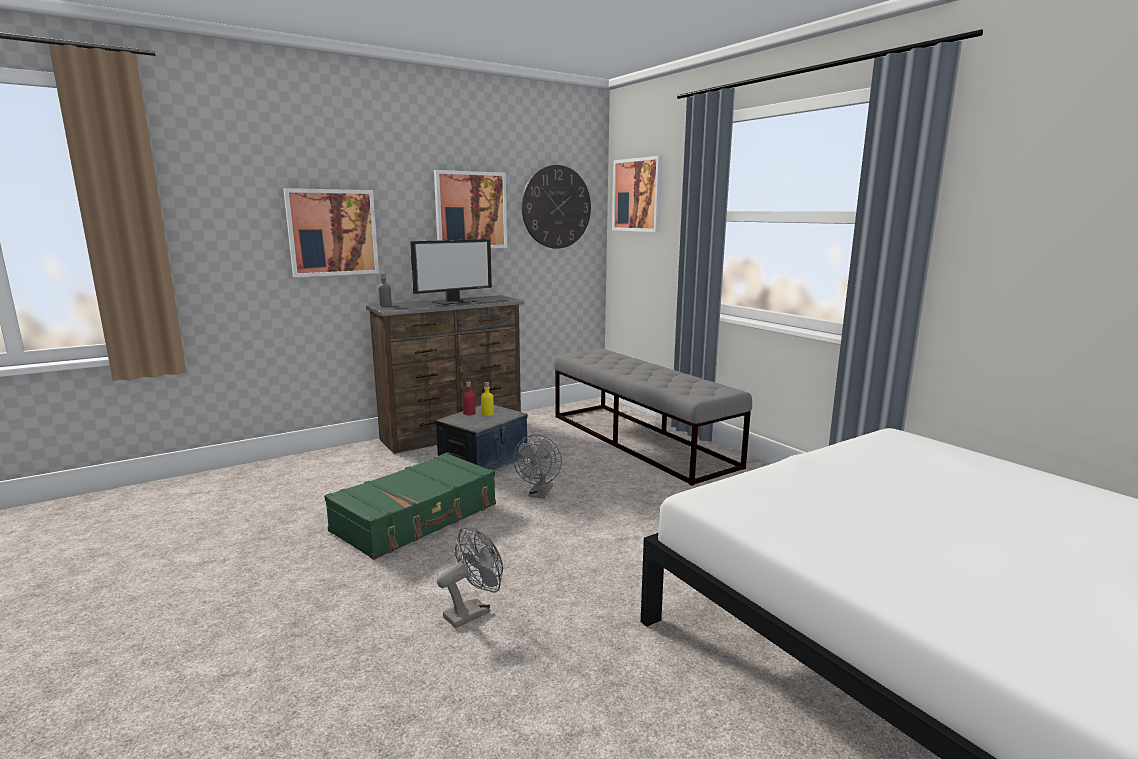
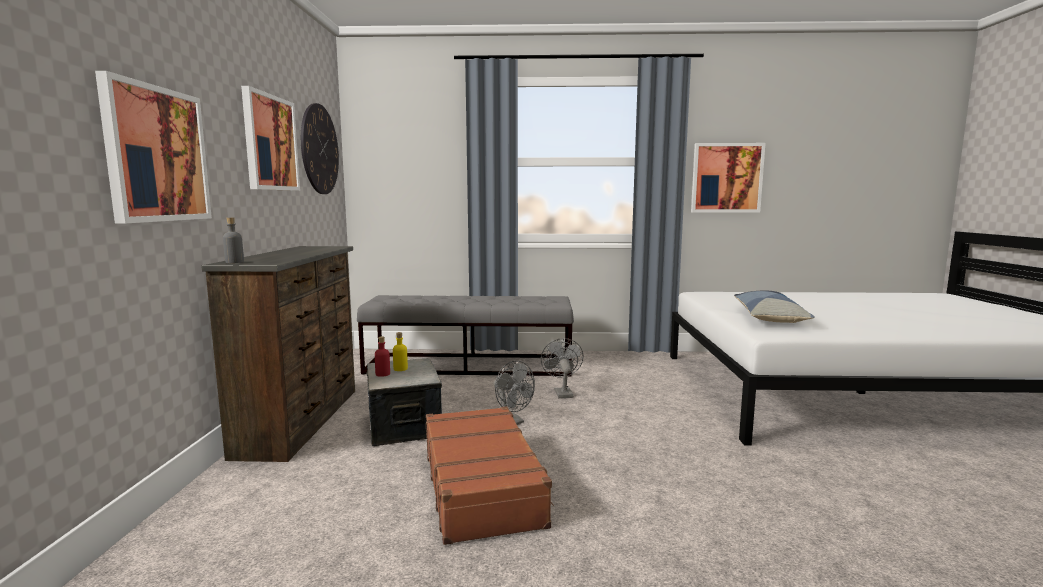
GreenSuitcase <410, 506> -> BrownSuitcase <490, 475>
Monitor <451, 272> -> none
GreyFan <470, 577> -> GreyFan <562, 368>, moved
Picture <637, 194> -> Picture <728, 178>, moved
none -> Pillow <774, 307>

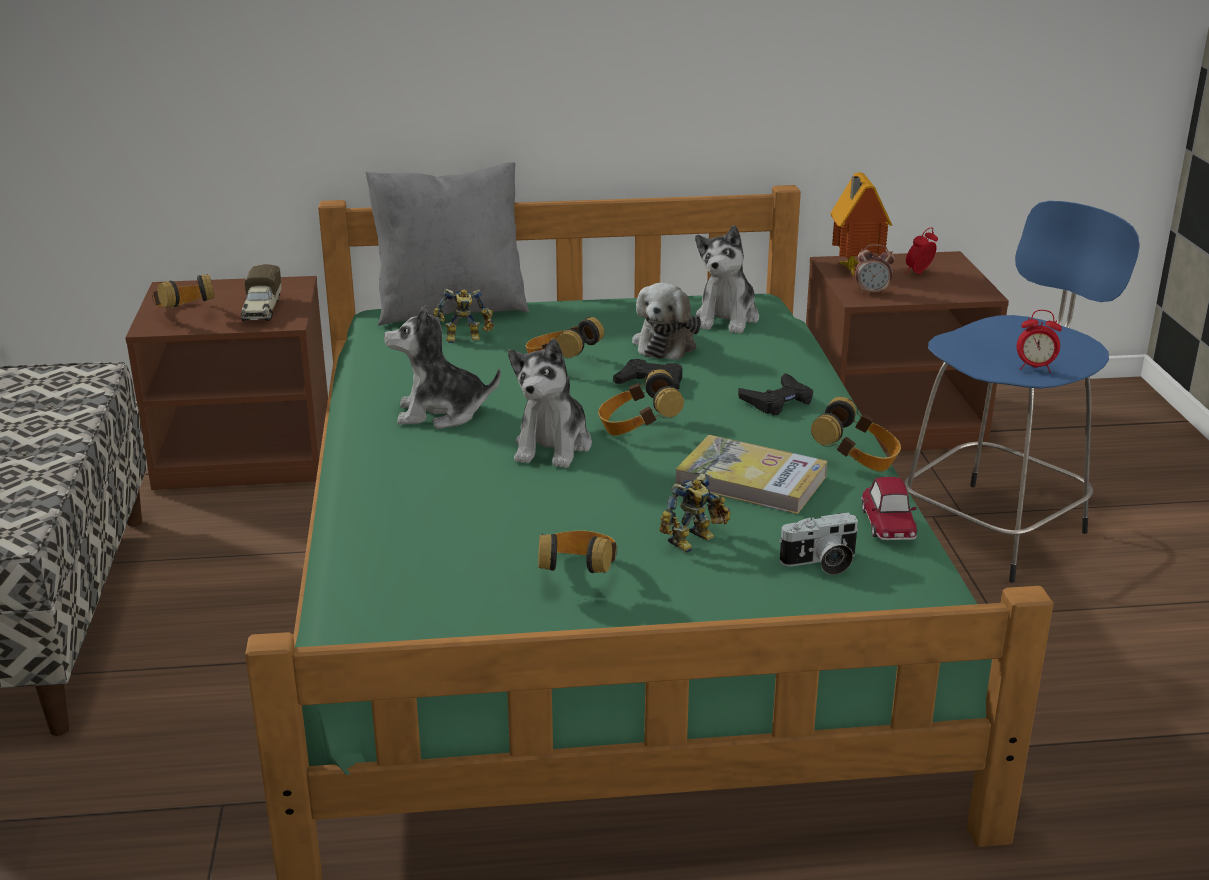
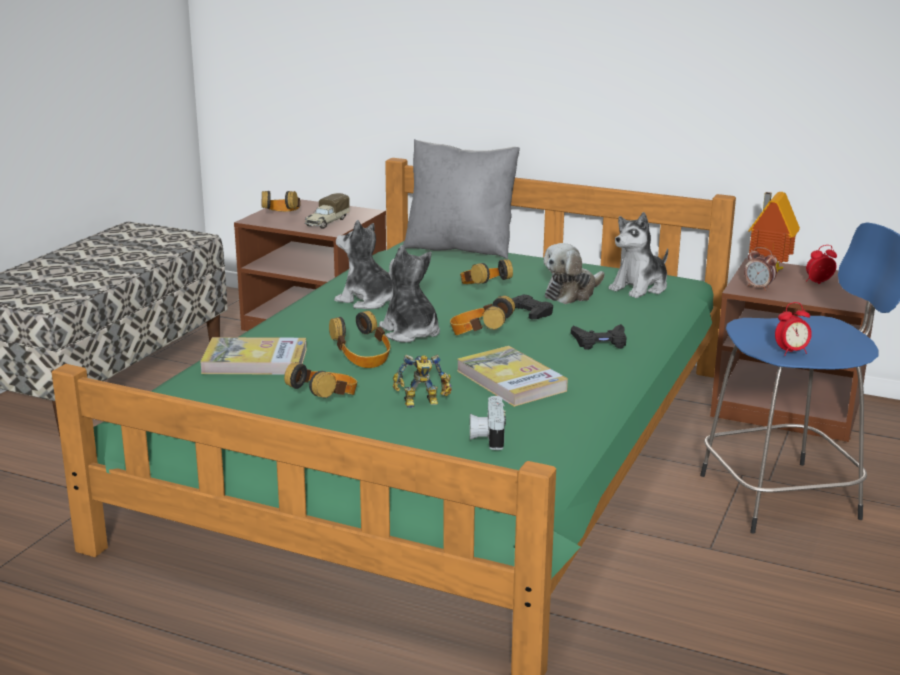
ToyRobot <463, 316> -> none
PlushToy <550, 403> -> PlushToy <409, 294>, 105 degrees clockwise
PhotoCamera <819, 543> -> PhotoCamera <488, 423>, 75 degrees clockwise
Headphones <856, 434> -> Headphones <360, 339>, moved
ToyCar <889, 508> -> none
AlarmClock <1039, 341> -> AlarmClock <793, 329>, 60 degrees counterclockwise
none -> Book <253, 356>

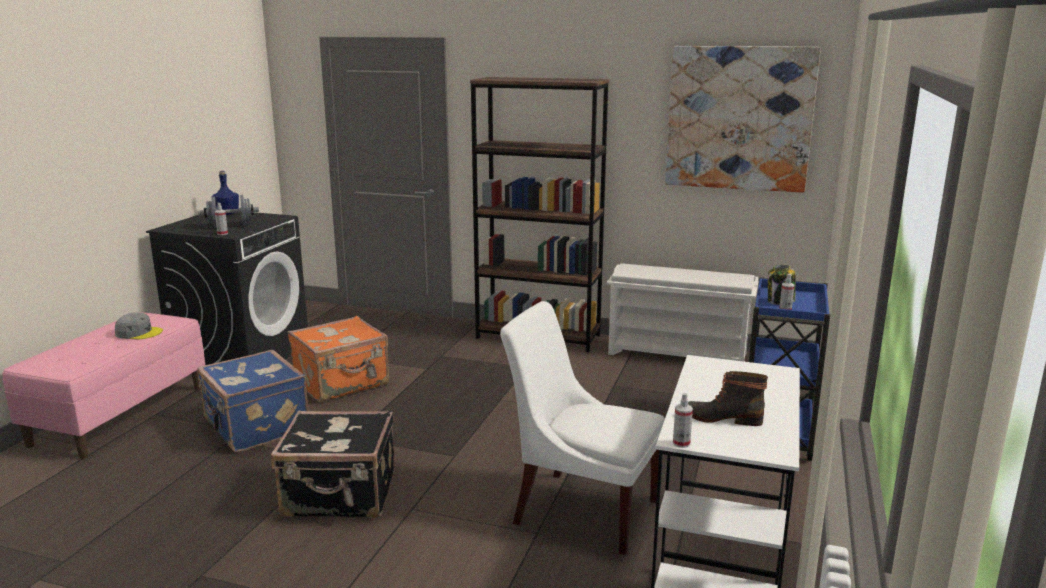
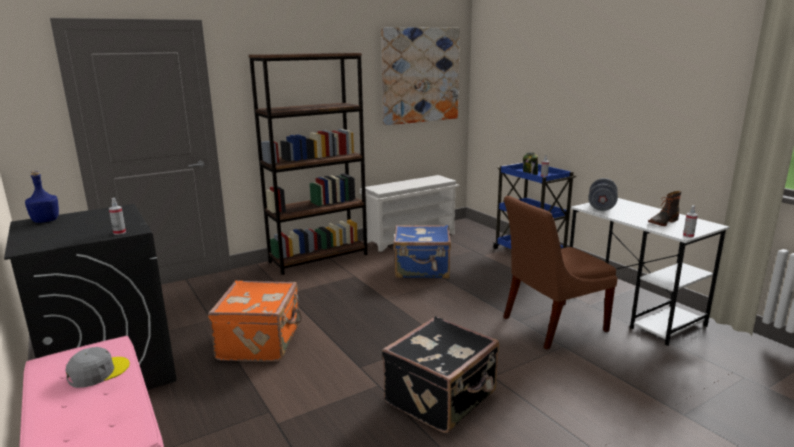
BlueSuitcase <253, 401> -> BlueSuitcase <422, 251>, moved
GreyDumbbell <228, 211> -> GreyDumbbell <603, 194>, moved
WhiteChair <582, 428> -> BrownChair <560, 273>

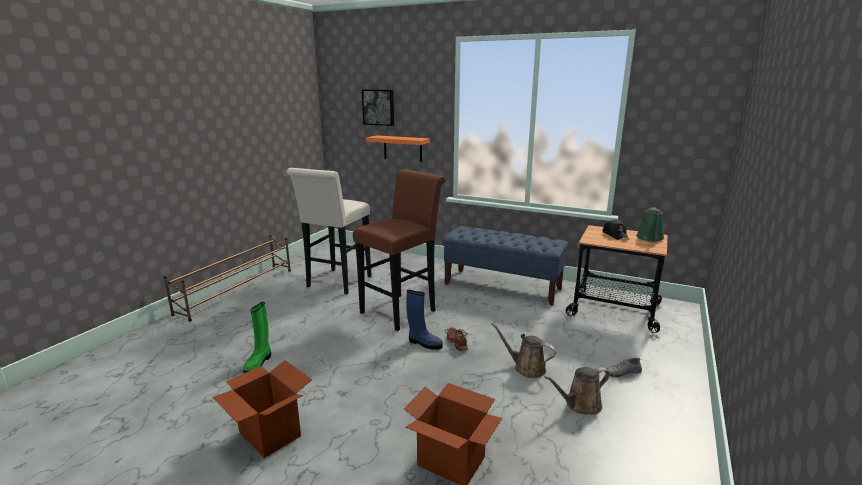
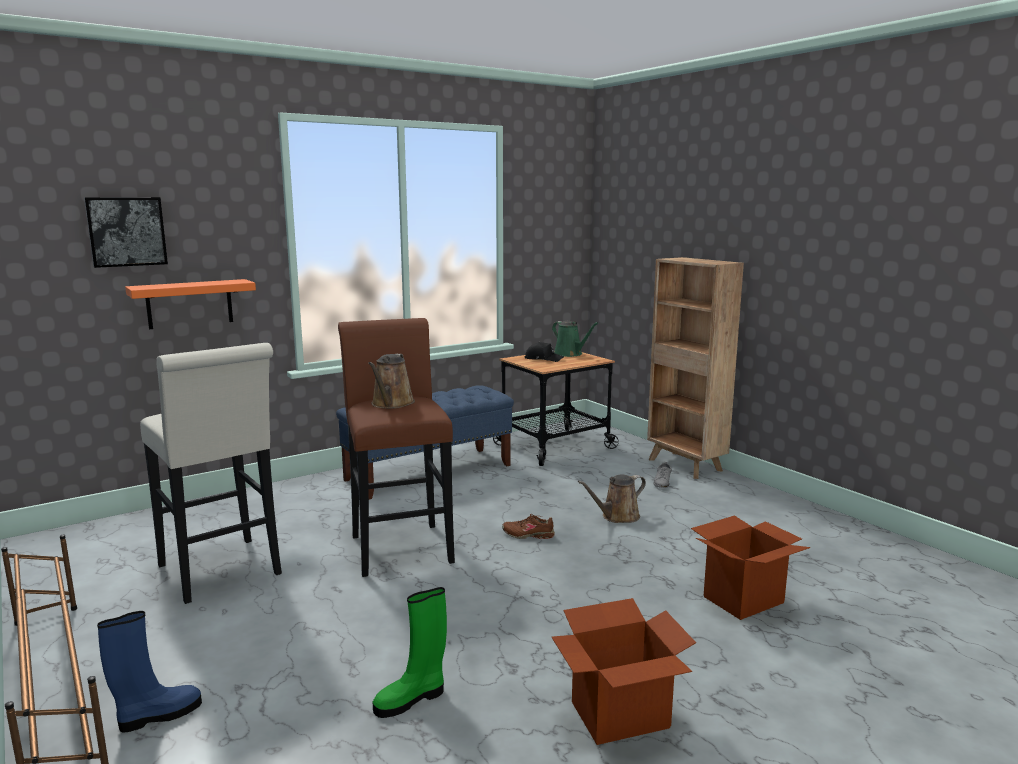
GreenBoot <257, 337> -> GreenBoot <410, 652>, 105 degrees clockwise
BlueBoot <424, 320> -> BlueBoot <149, 672>, moved
BrownWateringCan <577, 391> -> BrownWateringCan <391, 381>, moved
none -> BrownBookcase <695, 368>

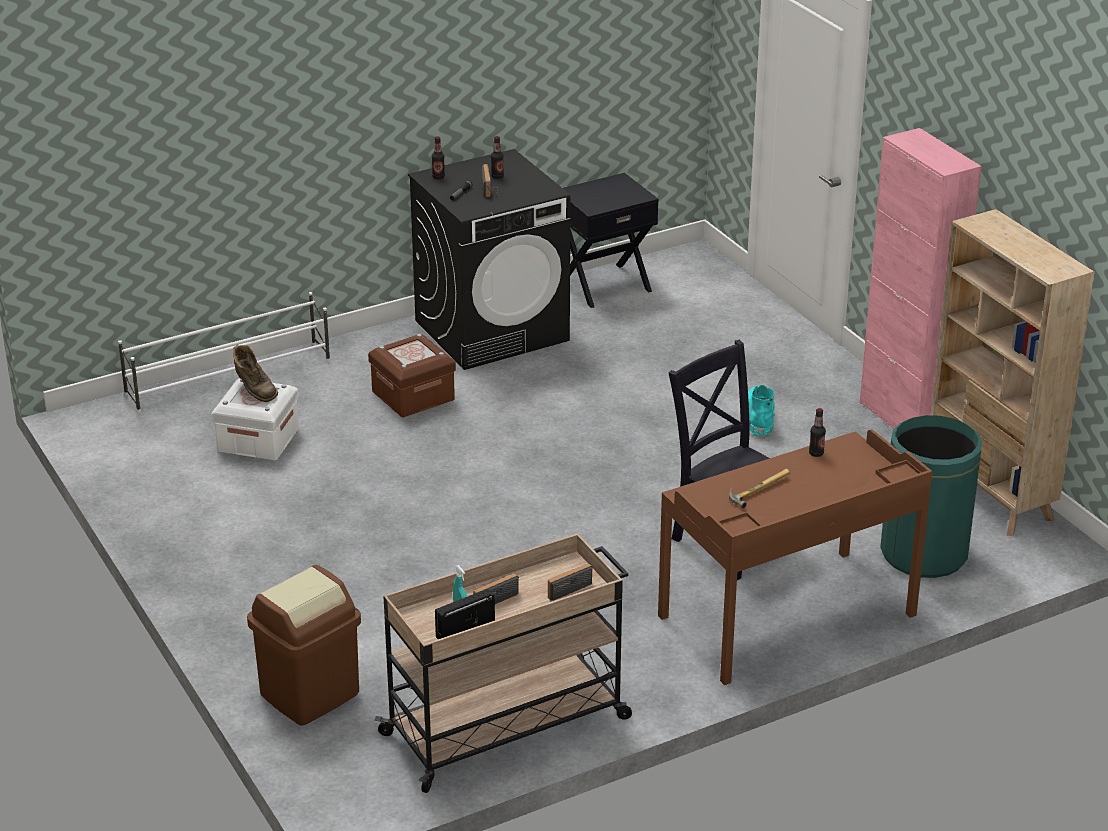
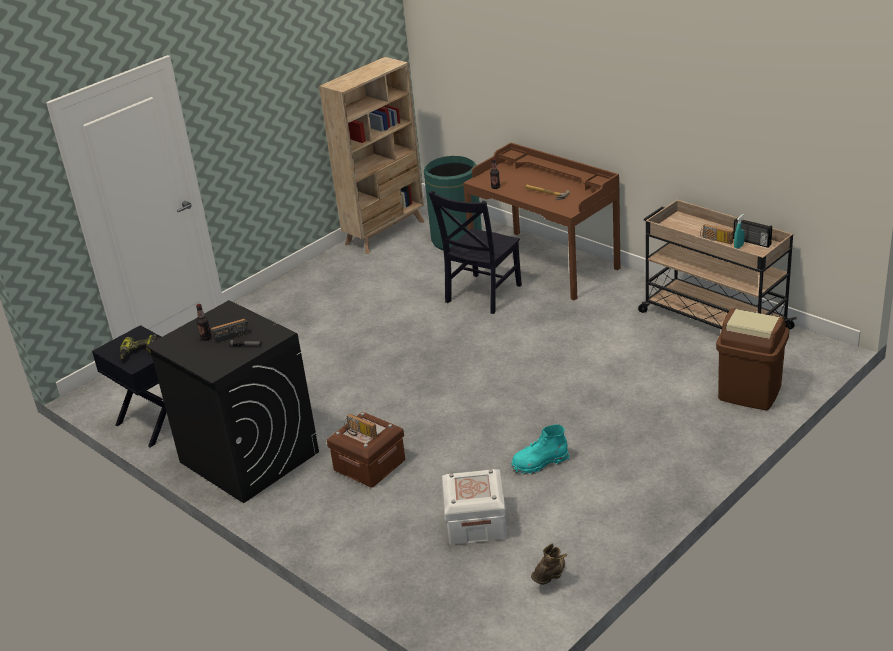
WhiteShoeRack <224, 352> -> none
BrownBoot <255, 373> -> BrownBoot <549, 564>, moved
Bottle <438, 157> -> none
Radio <570, 582> -> Radio <361, 426>, moved
TurquoiseBoot <761, 411> -> TurquoiseBoot <540, 449>, moved
PinkCabinet <921, 278> -> none
none -> PowerDrill <139, 346>

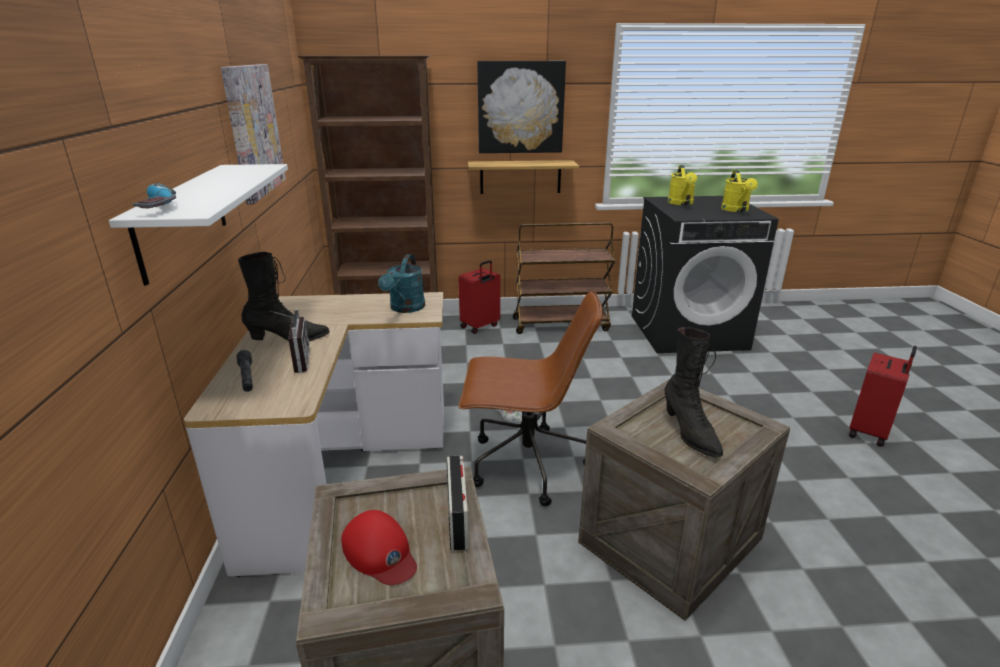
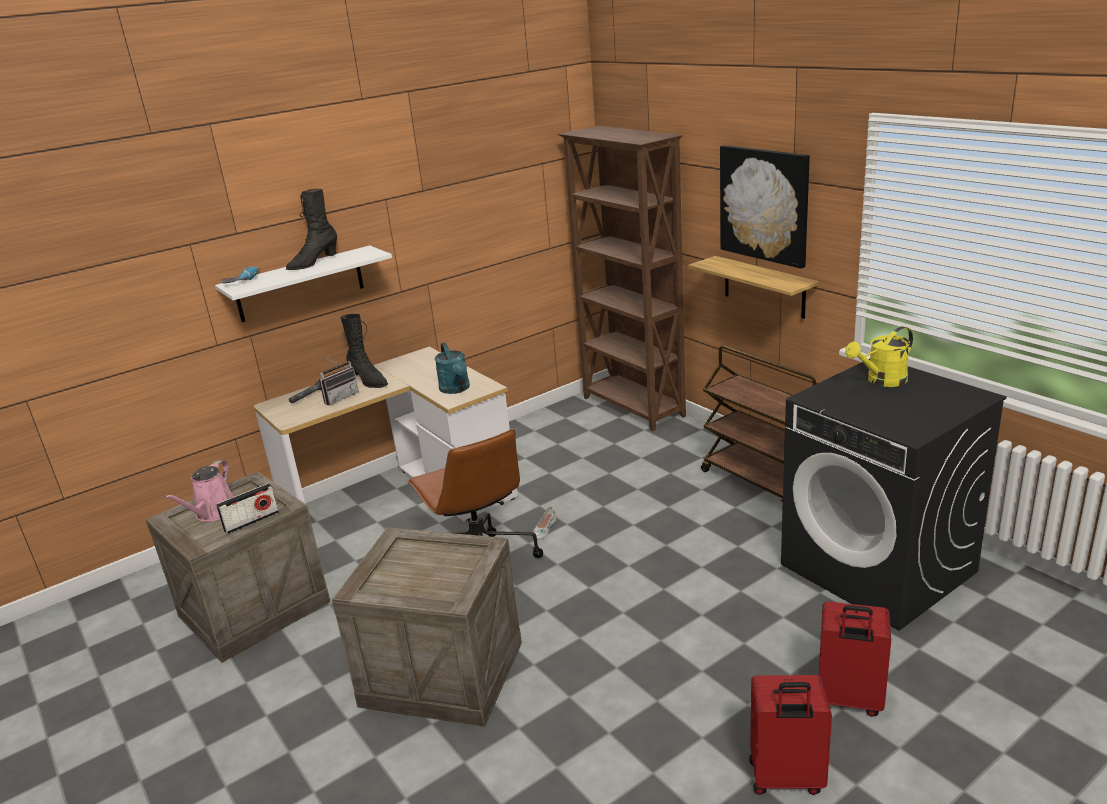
Picture <253, 134> -> none
RedCap <379, 547> -> PinkWateringCan <199, 491>
TurquoiseWateringCan <401, 283> -> TurquoiseWateringCan <452, 368>, 90 degrees counterclockwise
RedSuitcase <479, 297> -> RedSuitcase <855, 659>, moved
BlackBoot <694, 392> -> BlackBoot <311, 229>, moved
YellowWateringCan <739, 191> -> none

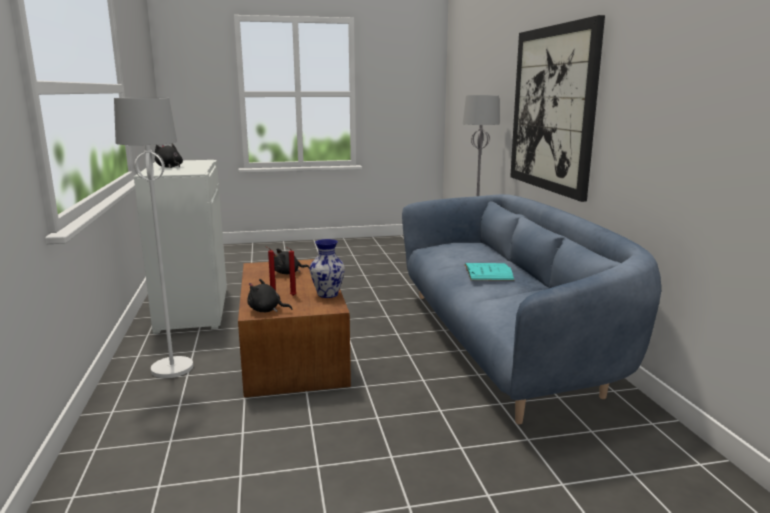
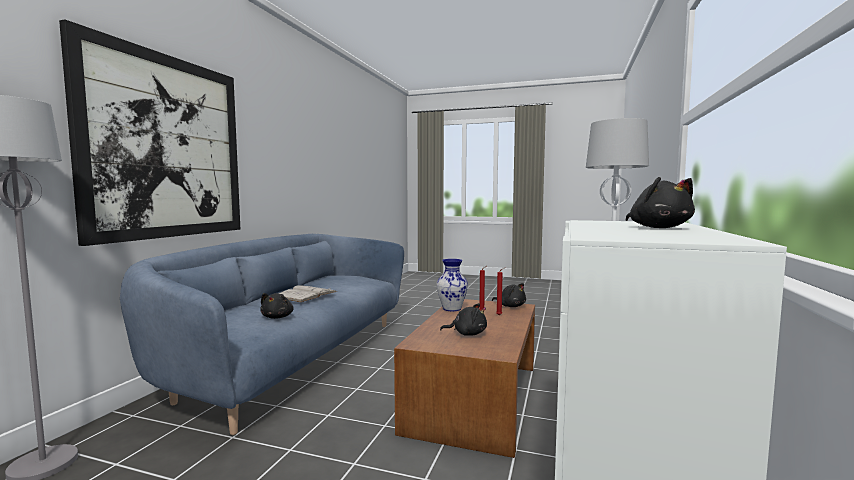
TurquoiseBook <489, 272> -> WhiteBook <307, 293>
none -> BlackPlushToy <277, 306>

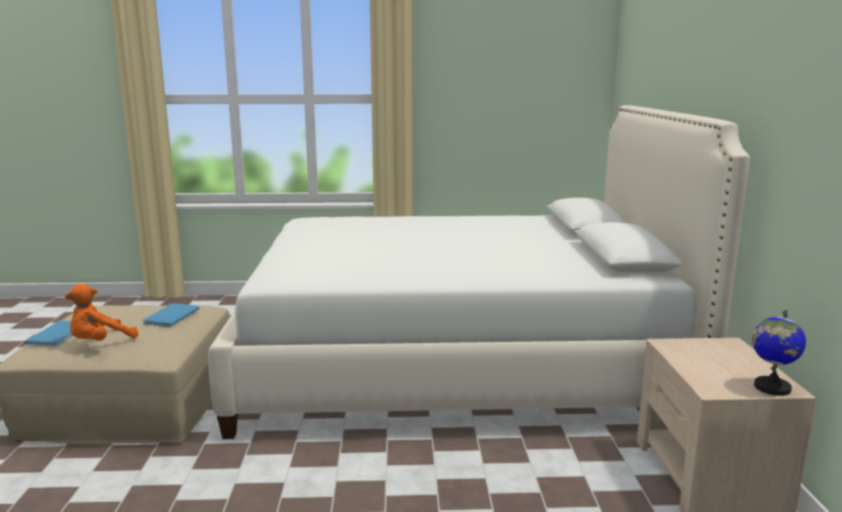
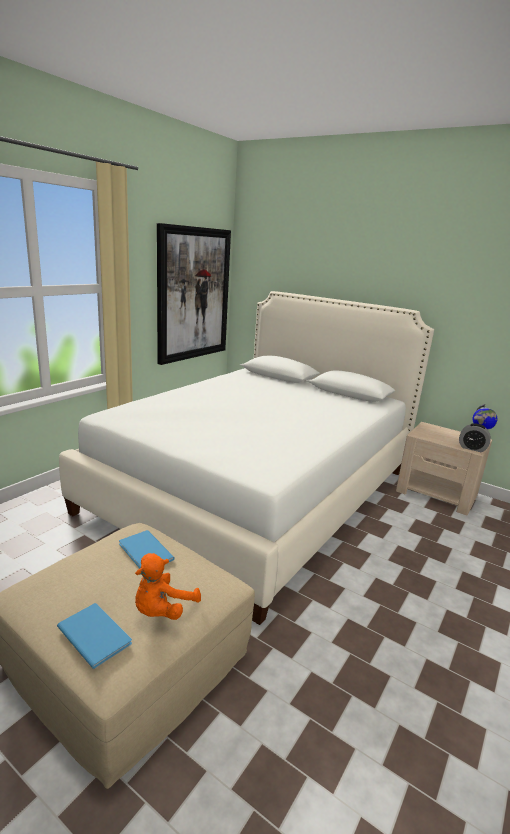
OrangePlushToy <101, 312> -> OrangePlushToy <168, 586>, 45 degrees clockwise
none -> Picture <194, 294>
none -> AlarmClock <475, 437>

